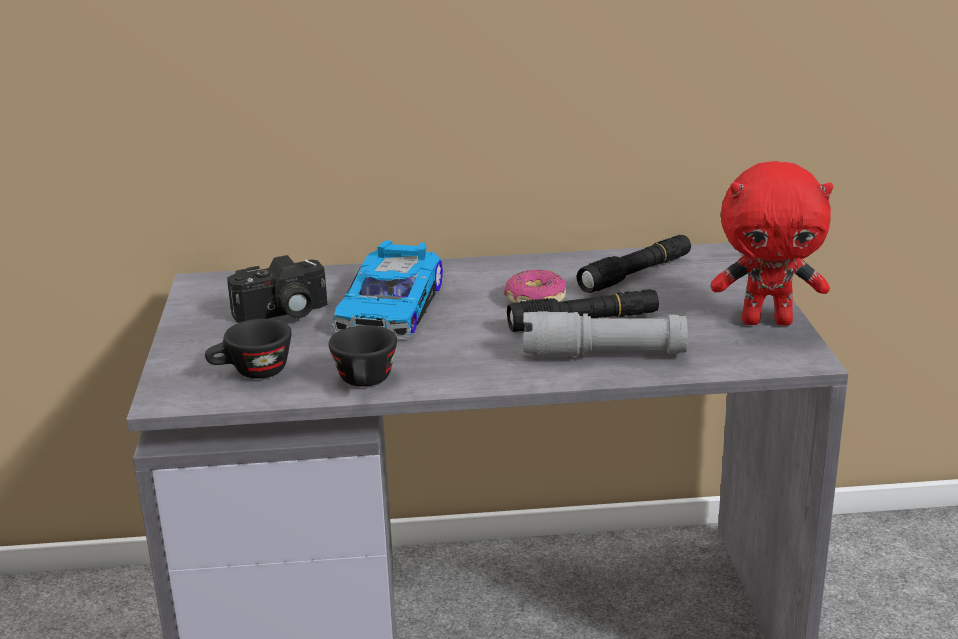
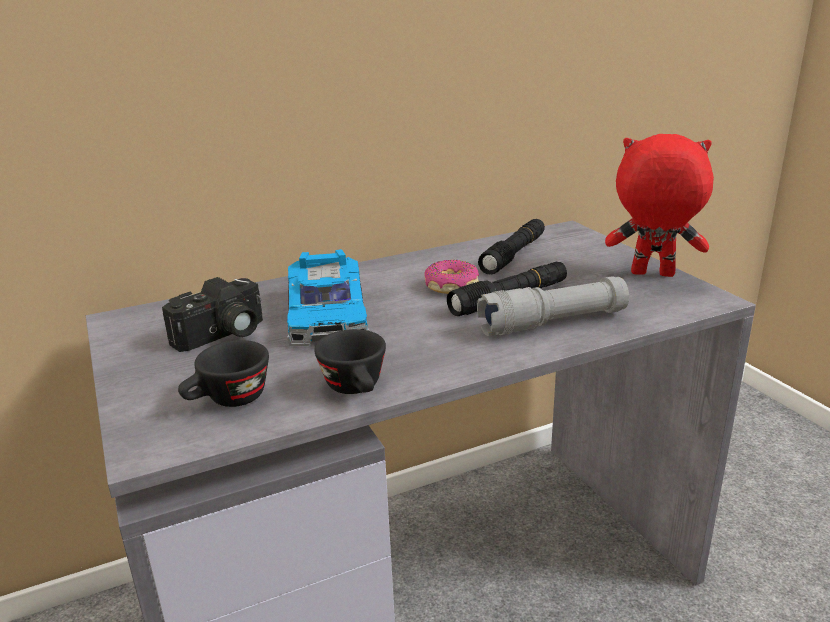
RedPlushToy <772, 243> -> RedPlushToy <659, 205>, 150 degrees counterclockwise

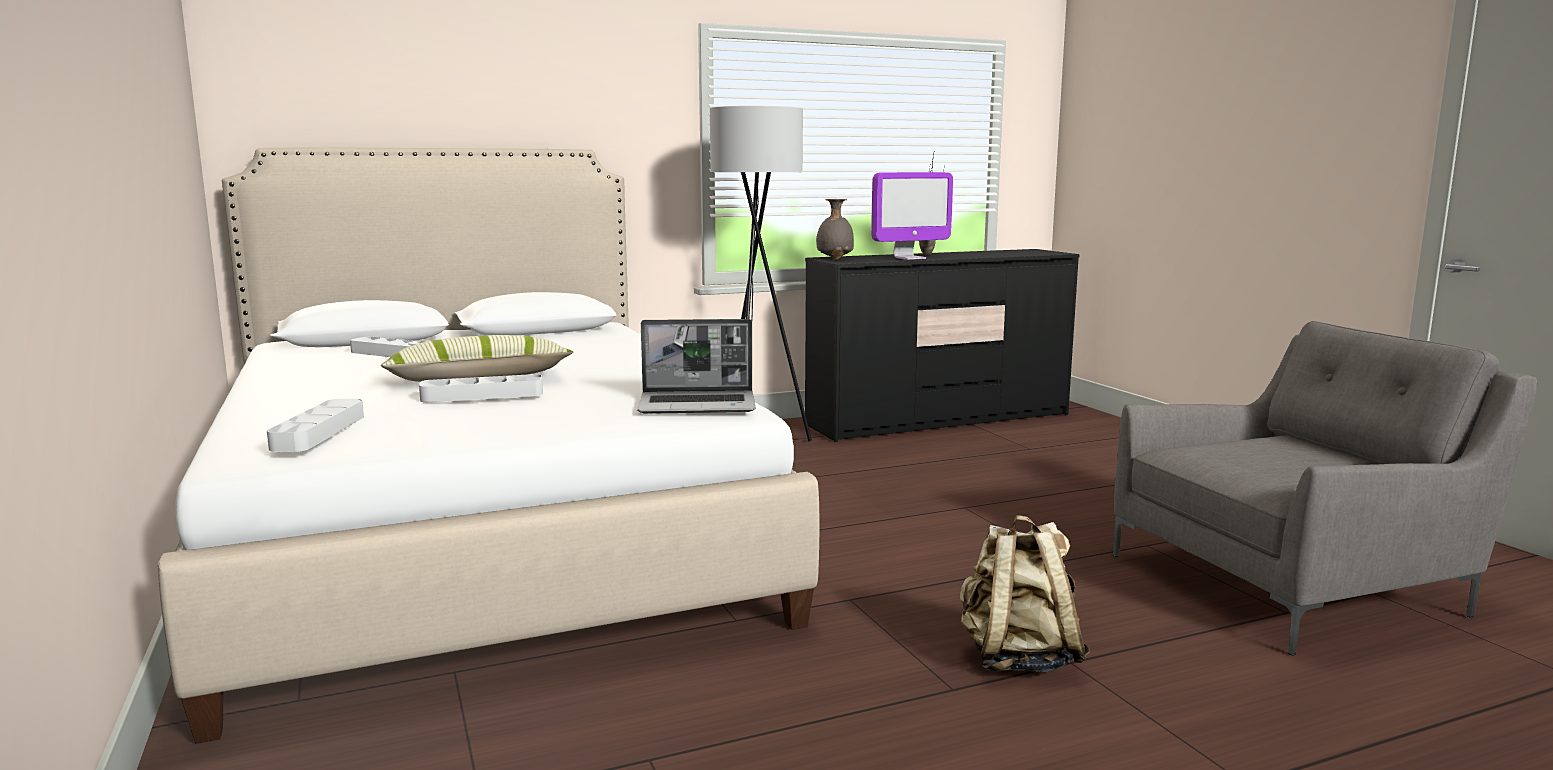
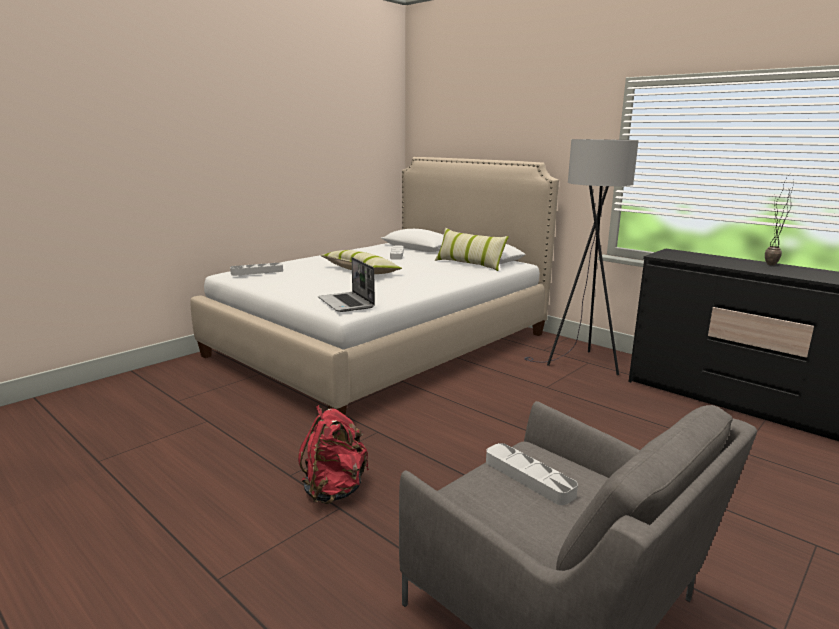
GreyTray <481, 388> -> GreyTray <532, 474>, moved
GreyVase <835, 229> -> none
Monitor <912, 216> -> none
BeigeBackpack <1025, 593> -> RedBackpack <333, 454>
none -> Pillow <472, 249>

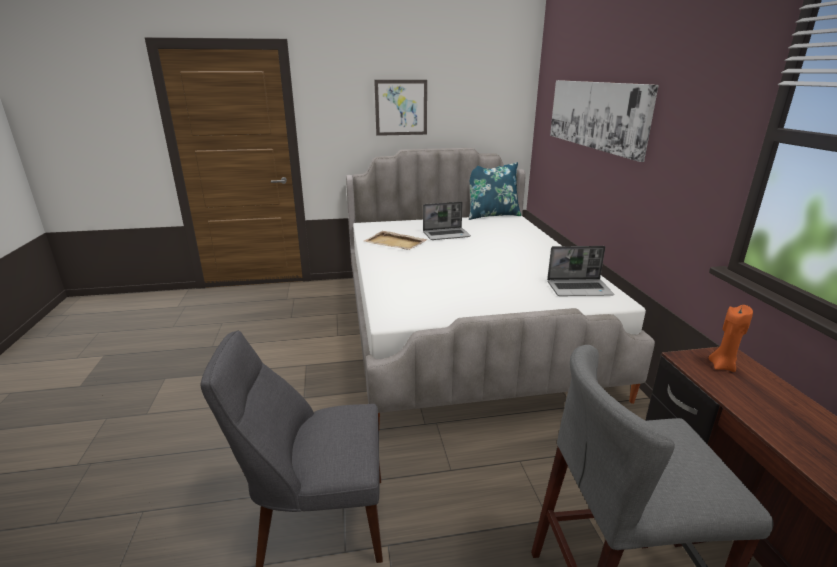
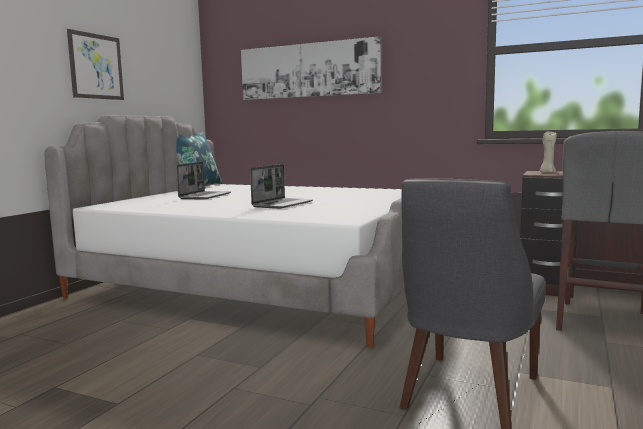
BeigeTray <396, 240> -> none
Laptop <580, 271> -> Laptop <281, 186>, moved
OrangeCandle <731, 338> -> BeigeCandle <548, 152>

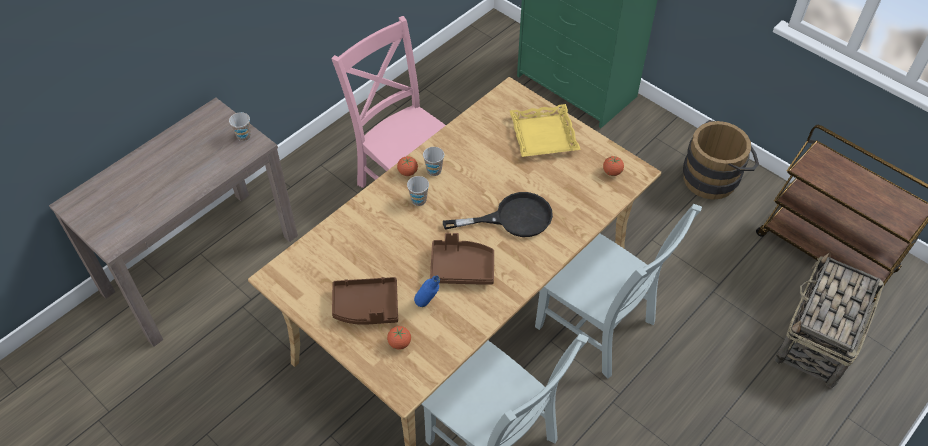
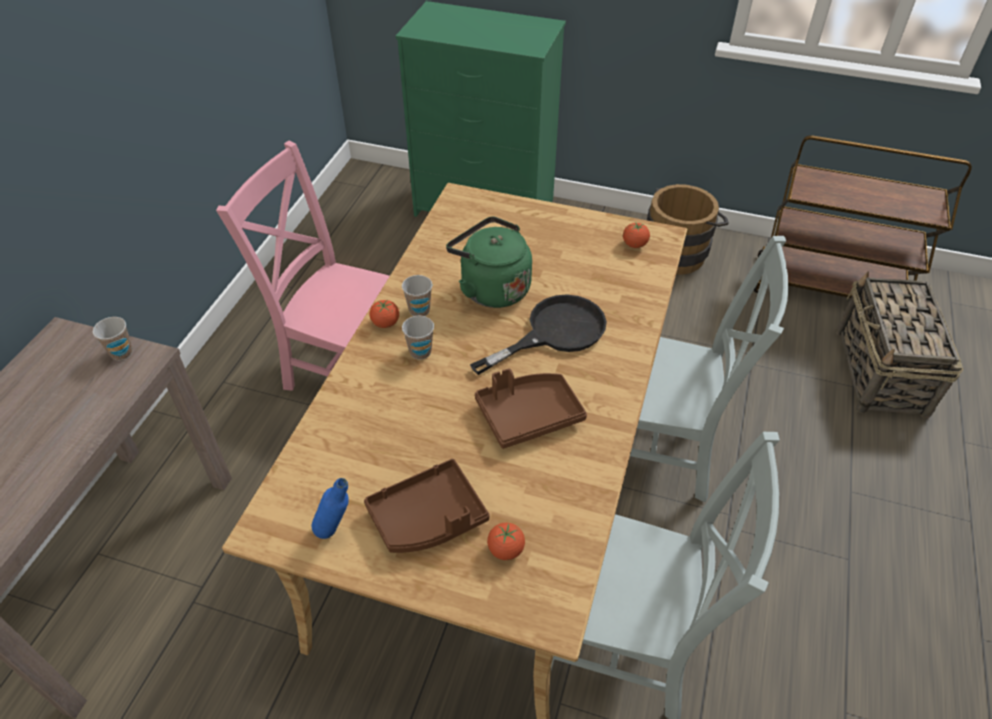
BlueBottle <427, 291> -> BlueBottle <330, 508>, moved
YellowTray <545, 130> -> none
none -> GreenKettle <489, 262>

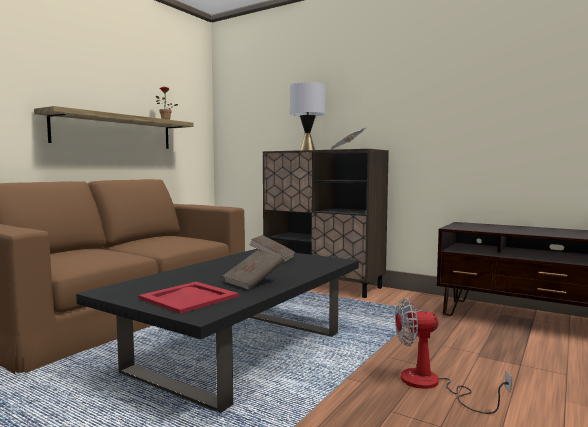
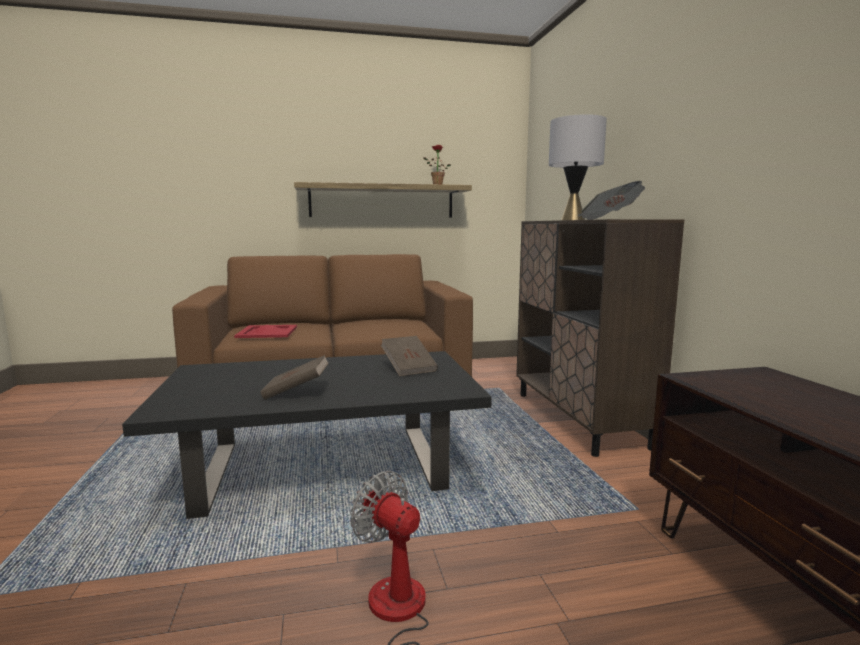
RedTray <188, 298> -> RedTray <265, 331>, moved

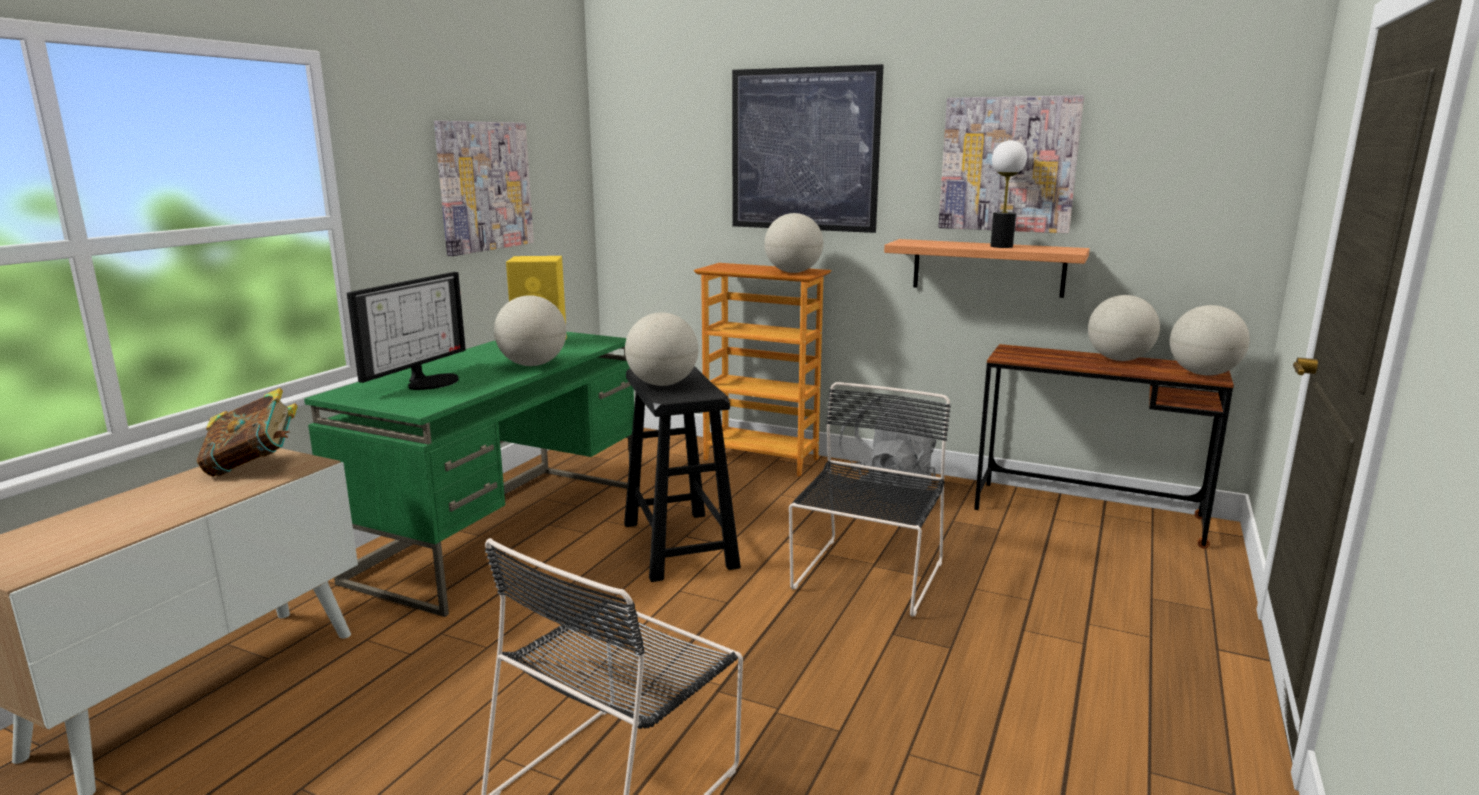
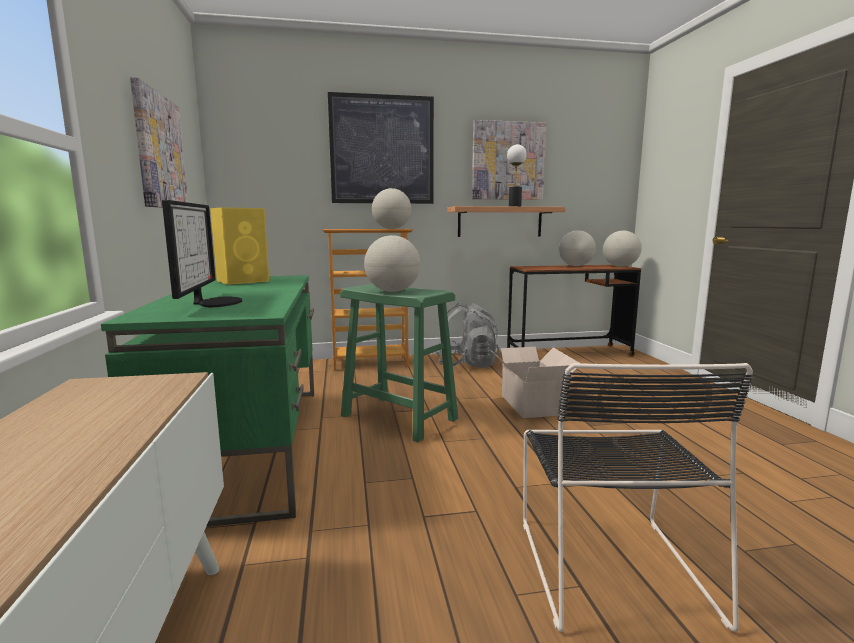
Book <247, 432> -> none
Globe <530, 330> -> none
BlackStool <682, 474> -> GreenStool <399, 363>
BlackChair <870, 499> -> CardboardBox <536, 382>

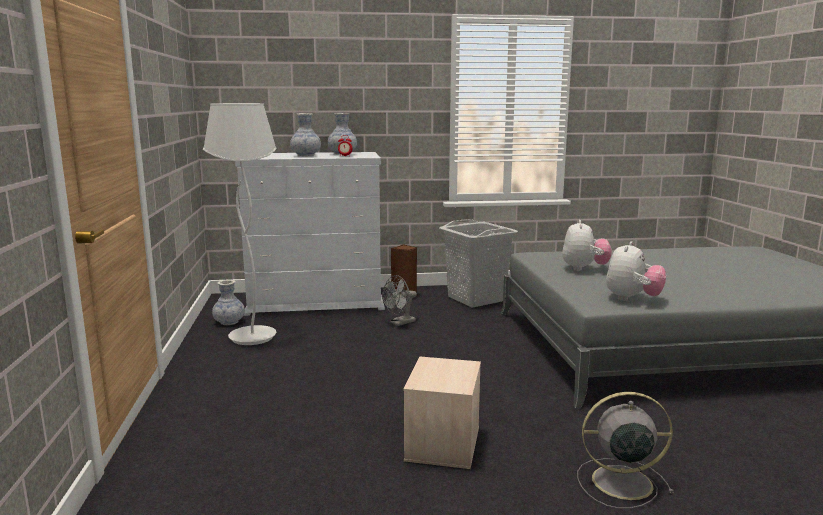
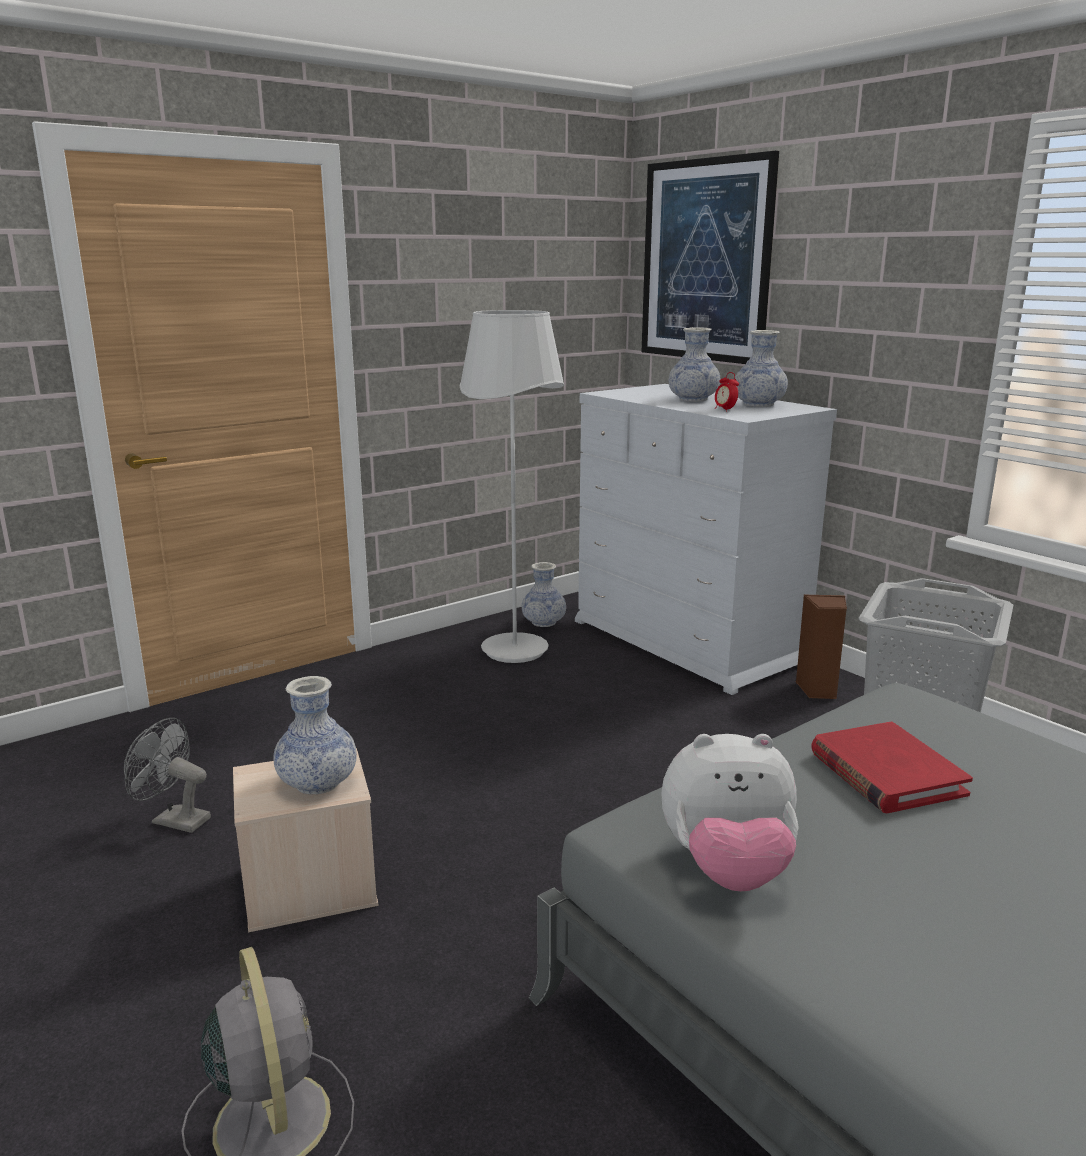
GreyFan <399, 300> -> GreyFan <167, 775>, moved
PlushToy <587, 245> -> RedBook <892, 767>
none -> Vase <315, 735>
none -> Picture <710, 257>

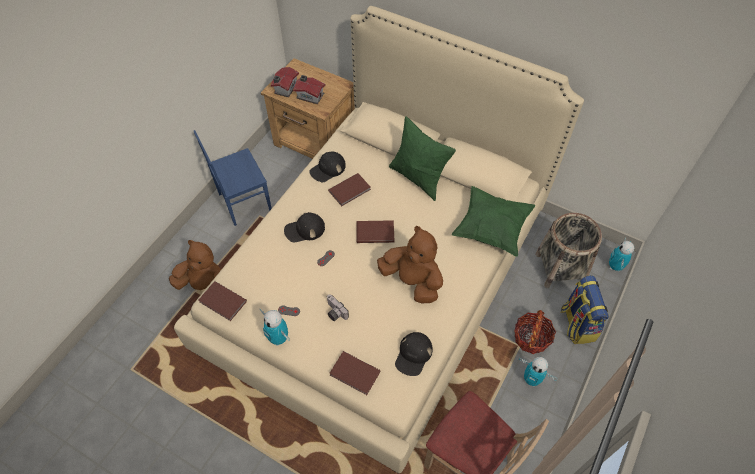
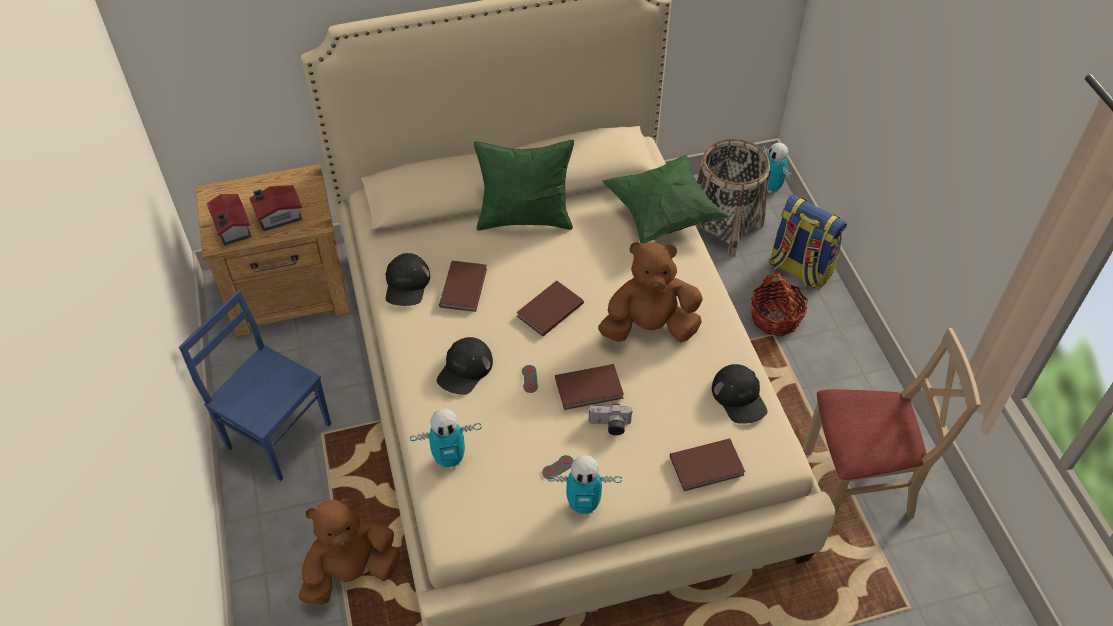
BlueChair <232, 178> -> BlueChair <255, 385>, 105 degrees clockwise
BrownBook <223, 301> -> BrownBook <589, 387>, moved
ToyRobot <538, 372> -> ToyRobot <446, 438>, moved

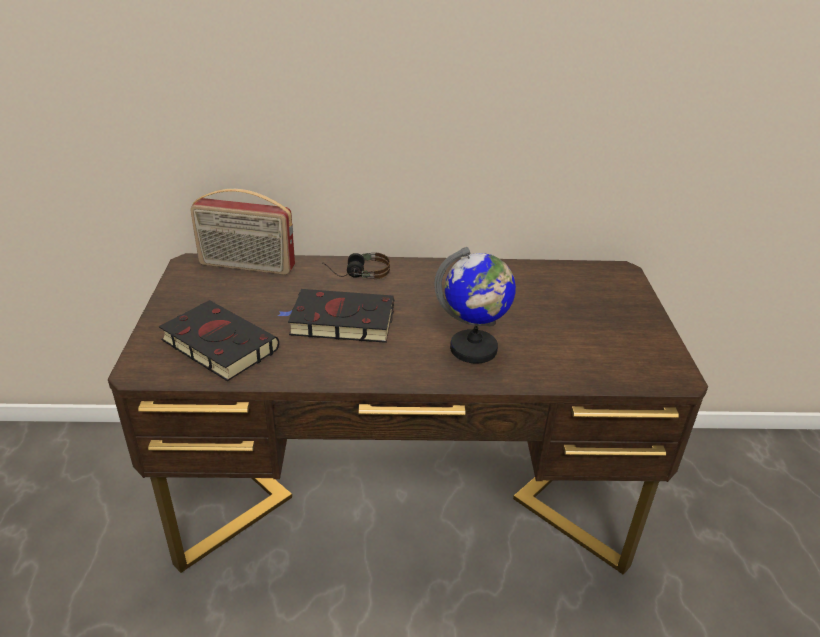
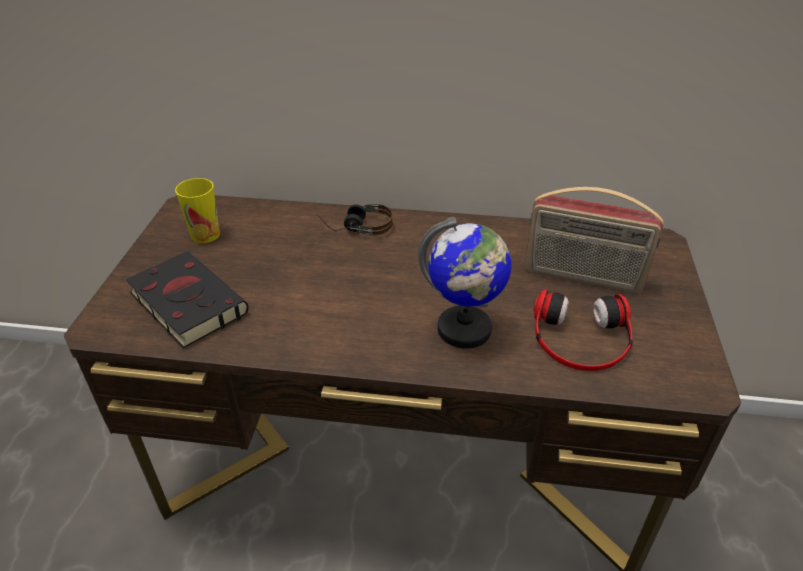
Radio <242, 232> -> Radio <594, 240>, moved
BlackBook <336, 316> -> none
none -> Cup <197, 210>
none -> Headphones <583, 330>

